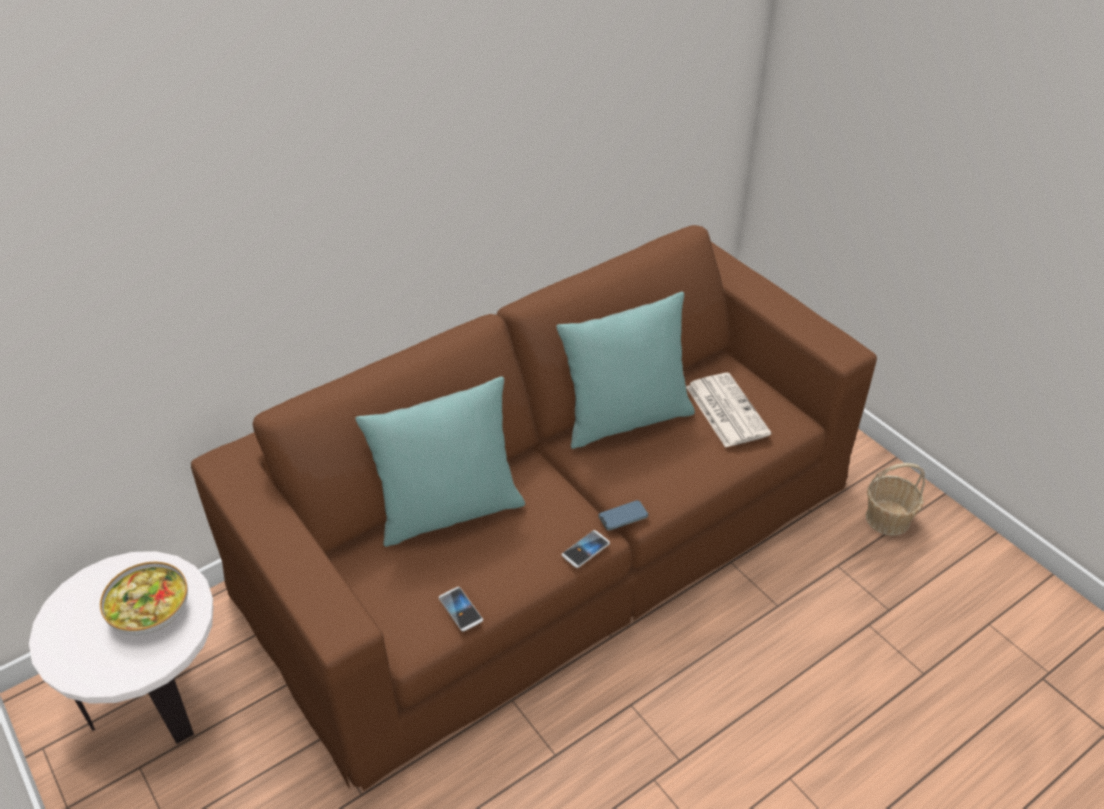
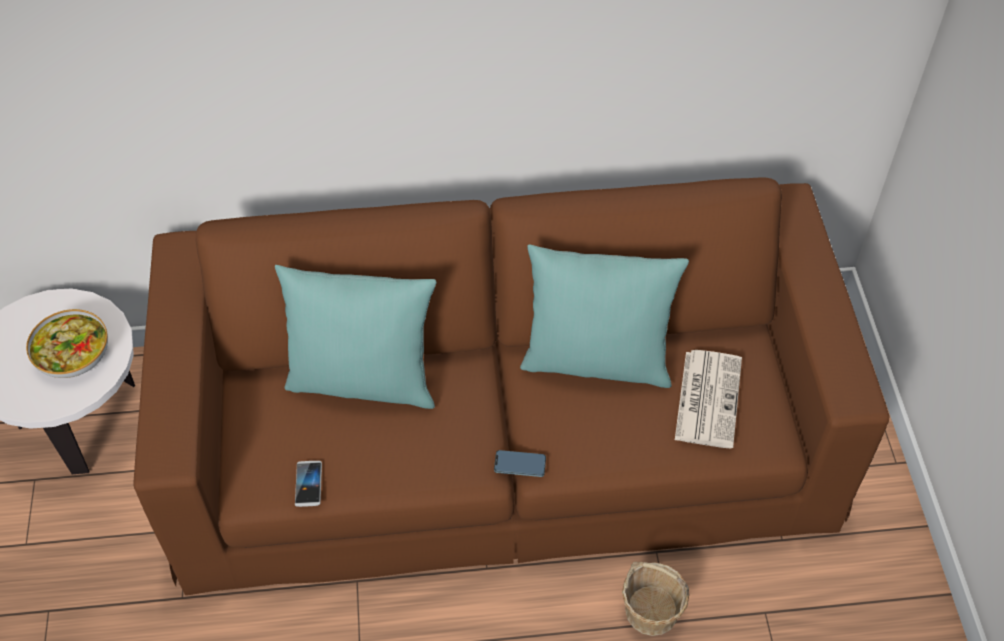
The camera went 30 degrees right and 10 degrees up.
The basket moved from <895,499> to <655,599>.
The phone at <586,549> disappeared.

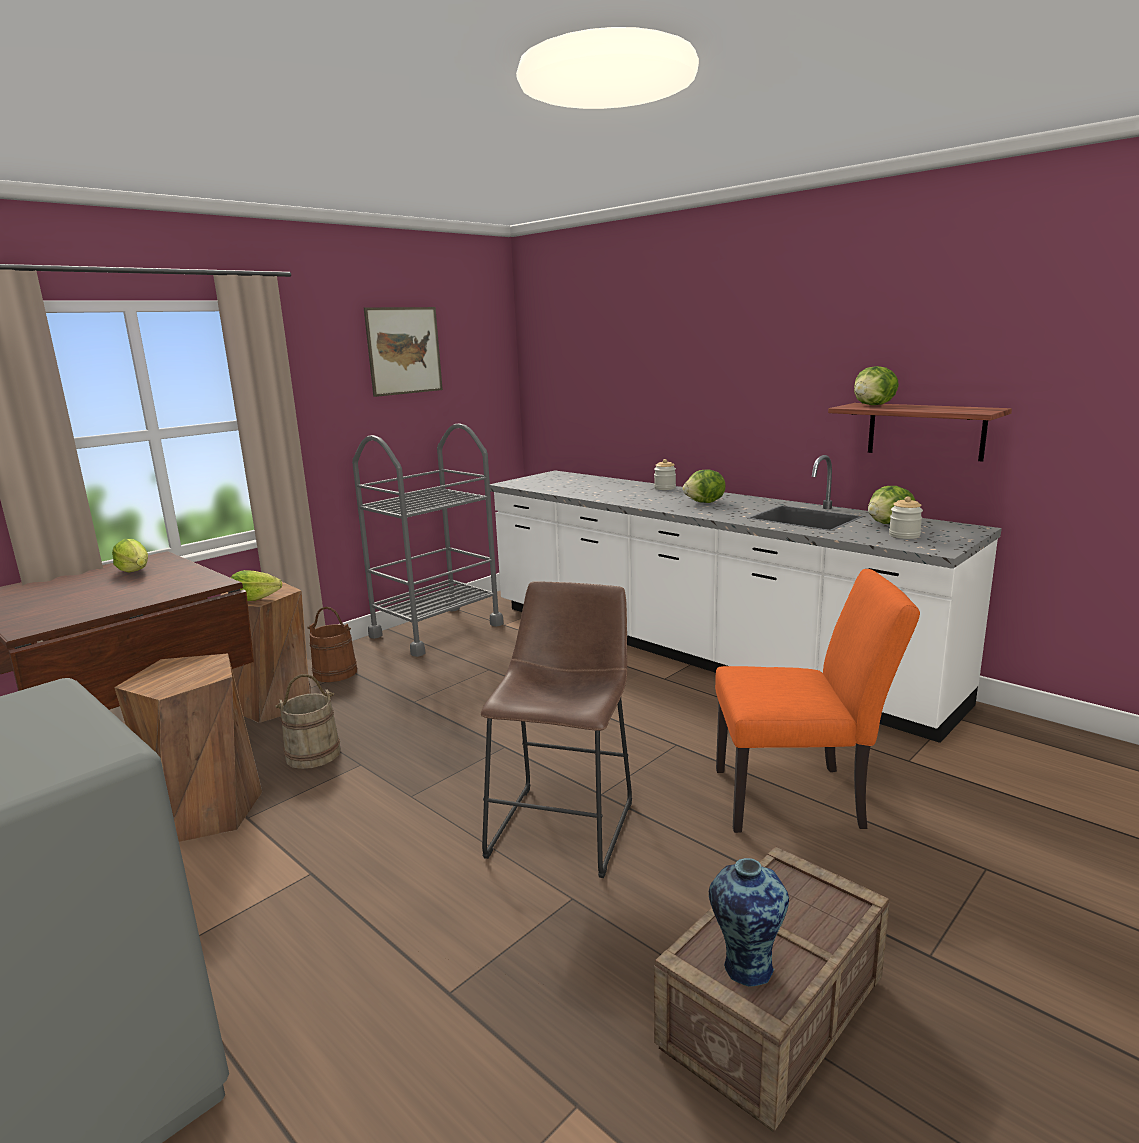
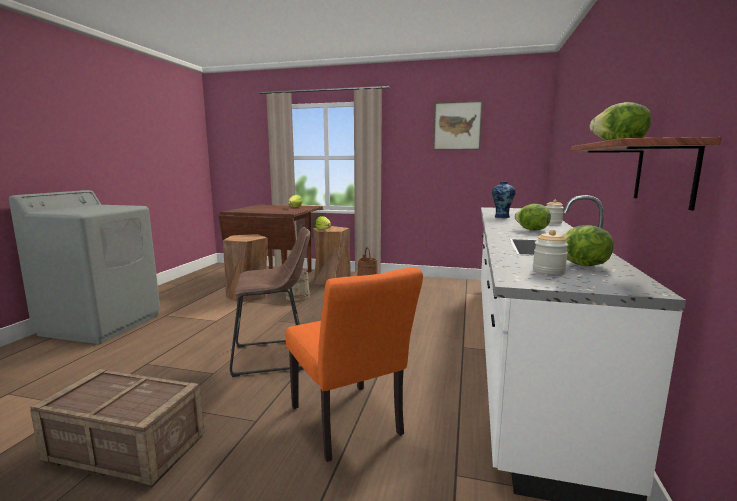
The camera went 60 degrees right and 5 degrees down.
The vase moved from <749,922> to <504,199>.
The grey cart at <428,540> disappeared.

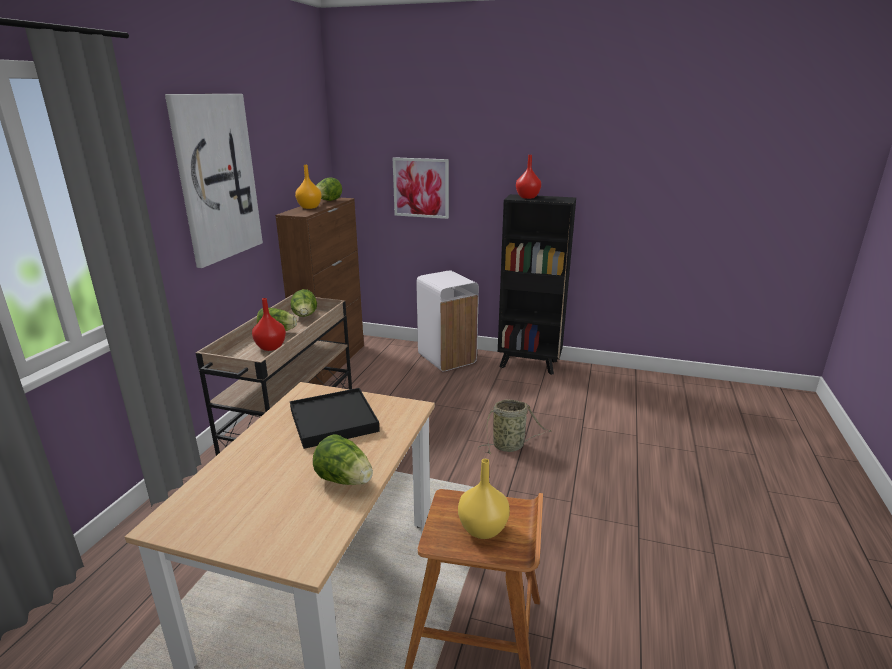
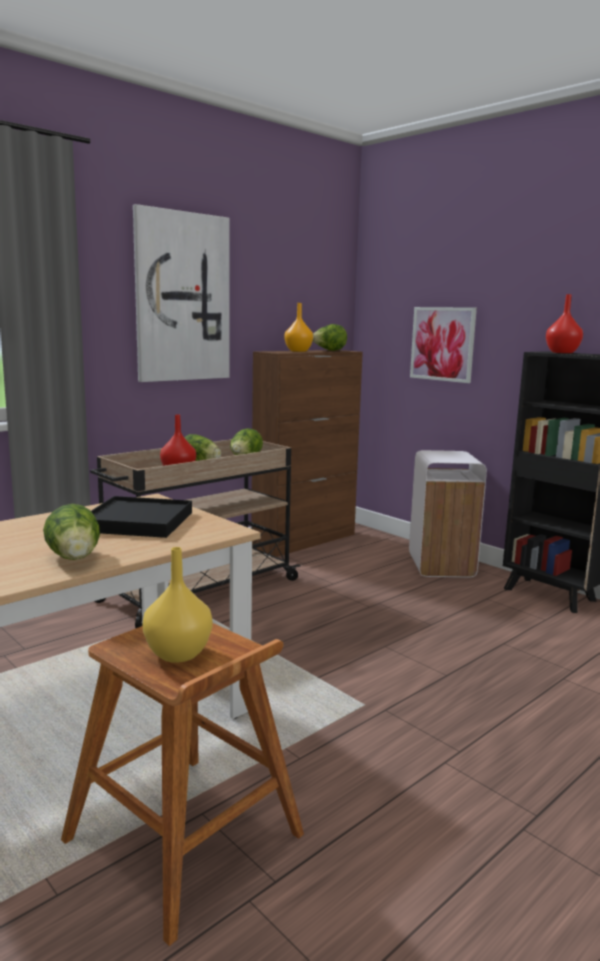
The camera went 30 degrees right and 10 degrees down.
The basket at <514,427> disappeared.

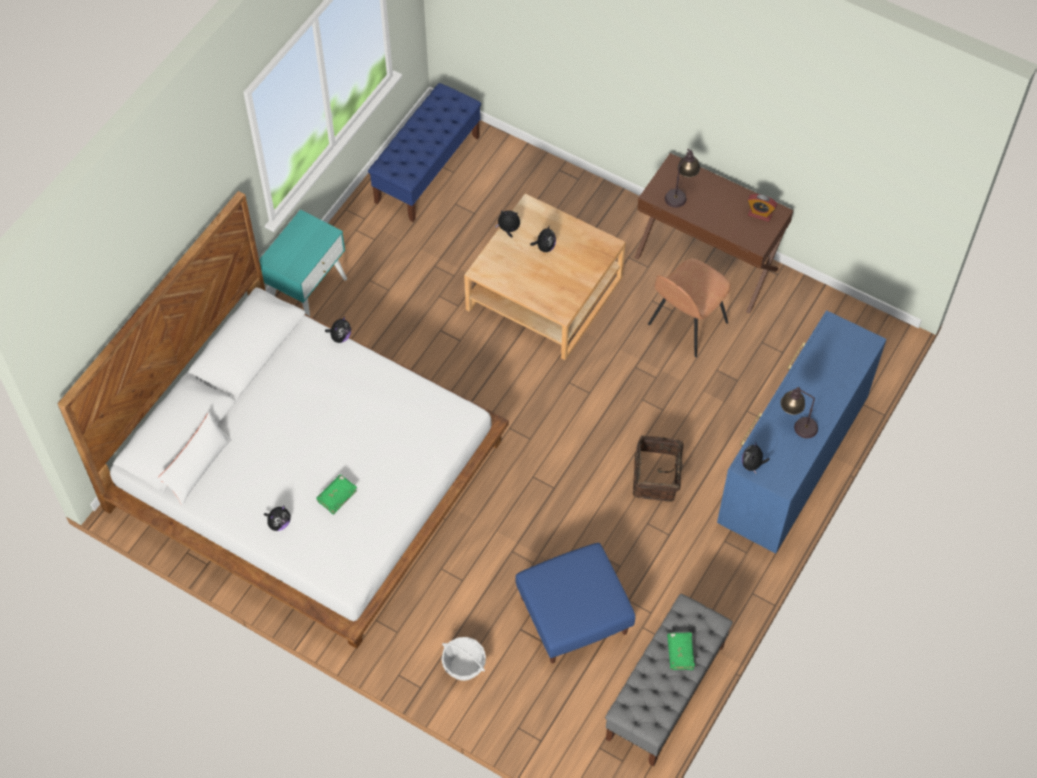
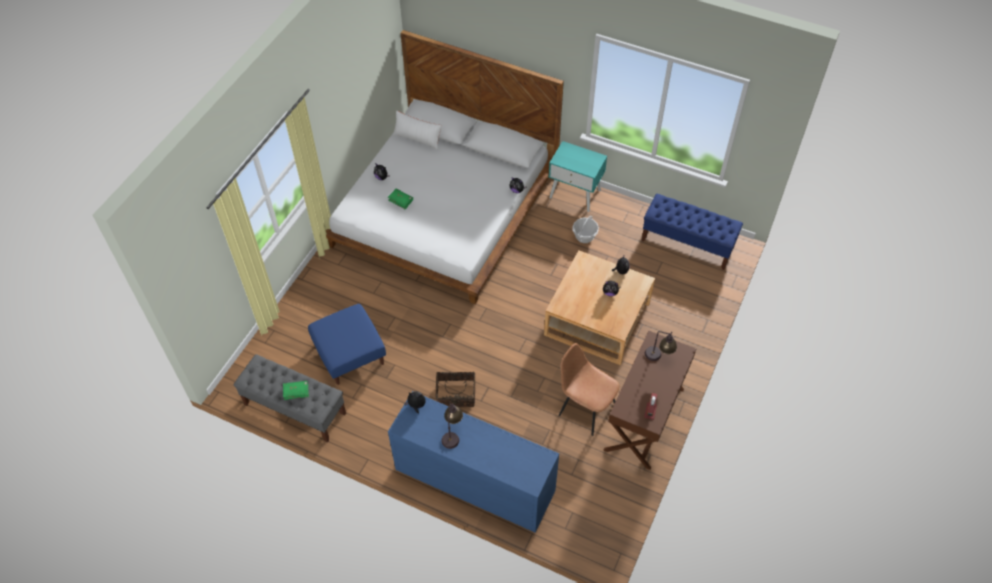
The camera went 85 degrees right and 5 degrees down.
The basket moved from <464,659> to <585,229>.

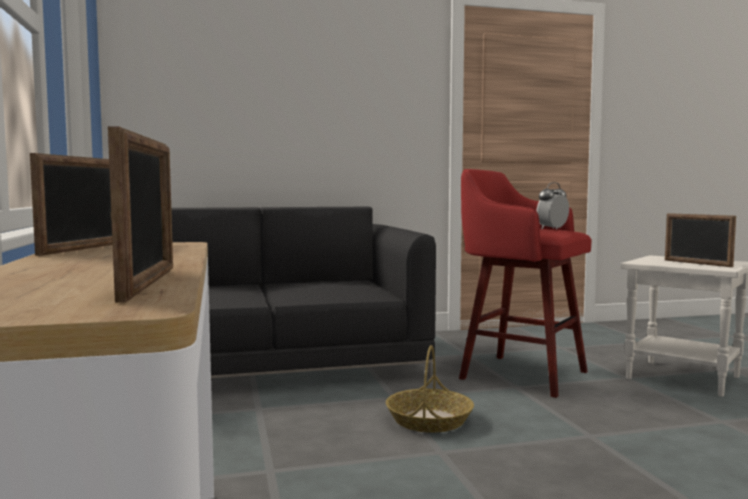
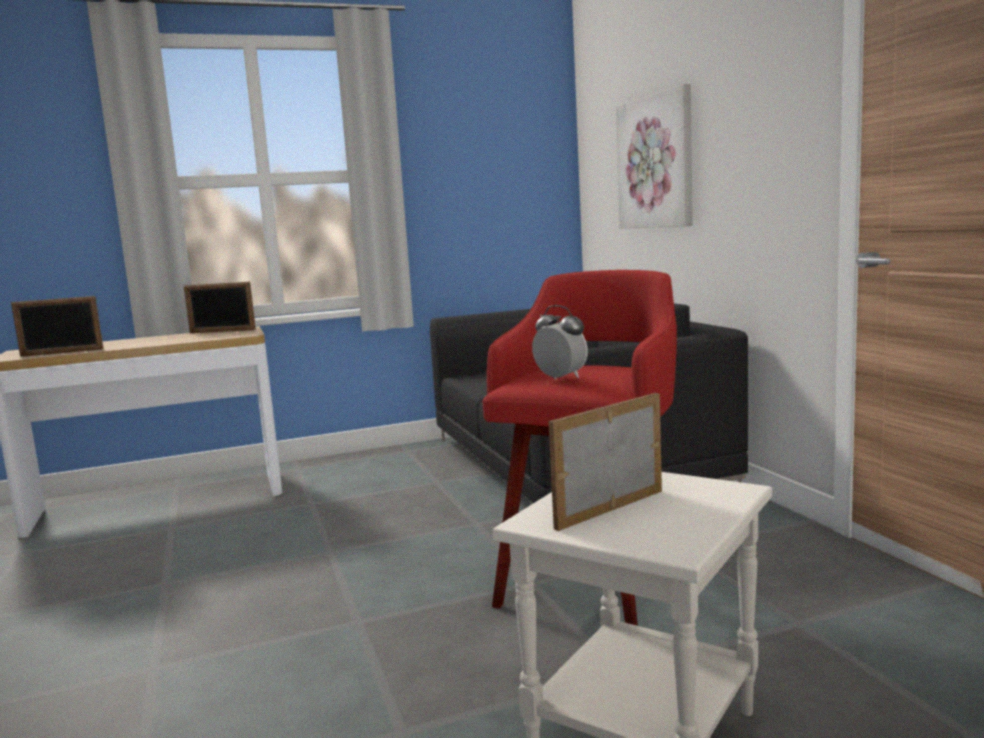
The camera went 85 degrees right and 5 degrees up.
The picture at <654,156> appeared.
The basket at <430,389> disappeared.

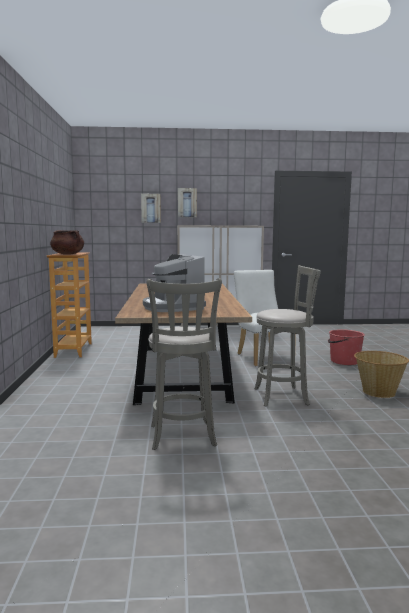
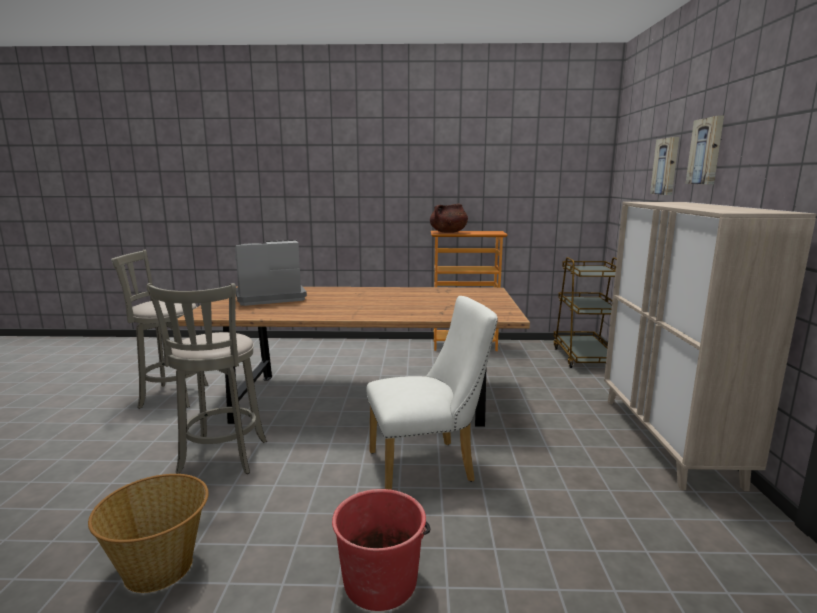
The camera went 95 degrees right and 5 degrees up.
The brown cart at <585,312> appeared.

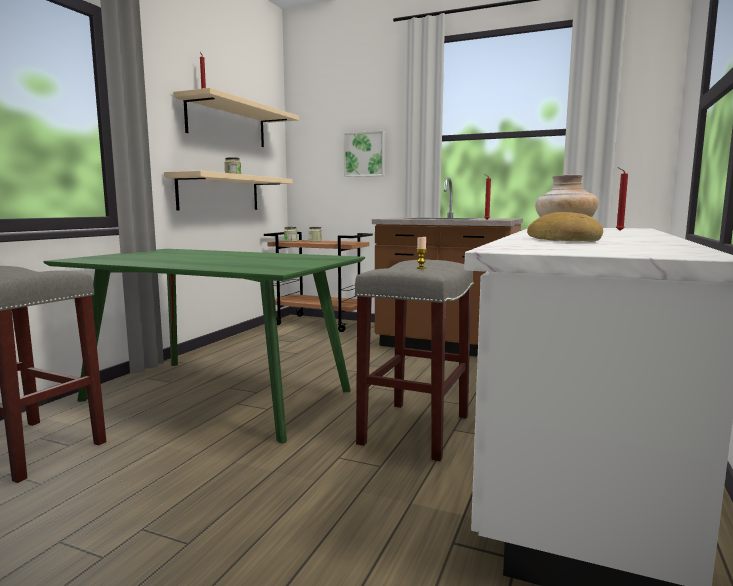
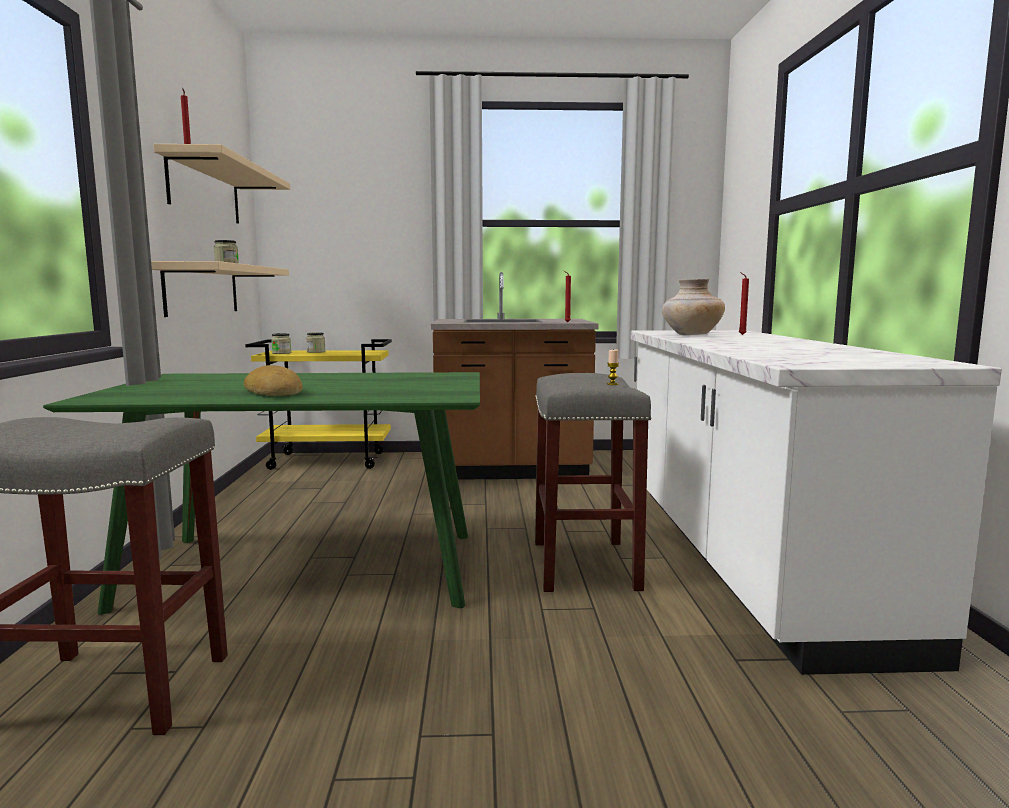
The camera went 25 degrees left and 0 degrees up.
The bread moved from <565,227> to <273,380>.
The brown cart at <318,282> became the yellow cart at <318,404>.
The picture at <364,154> disappeared.

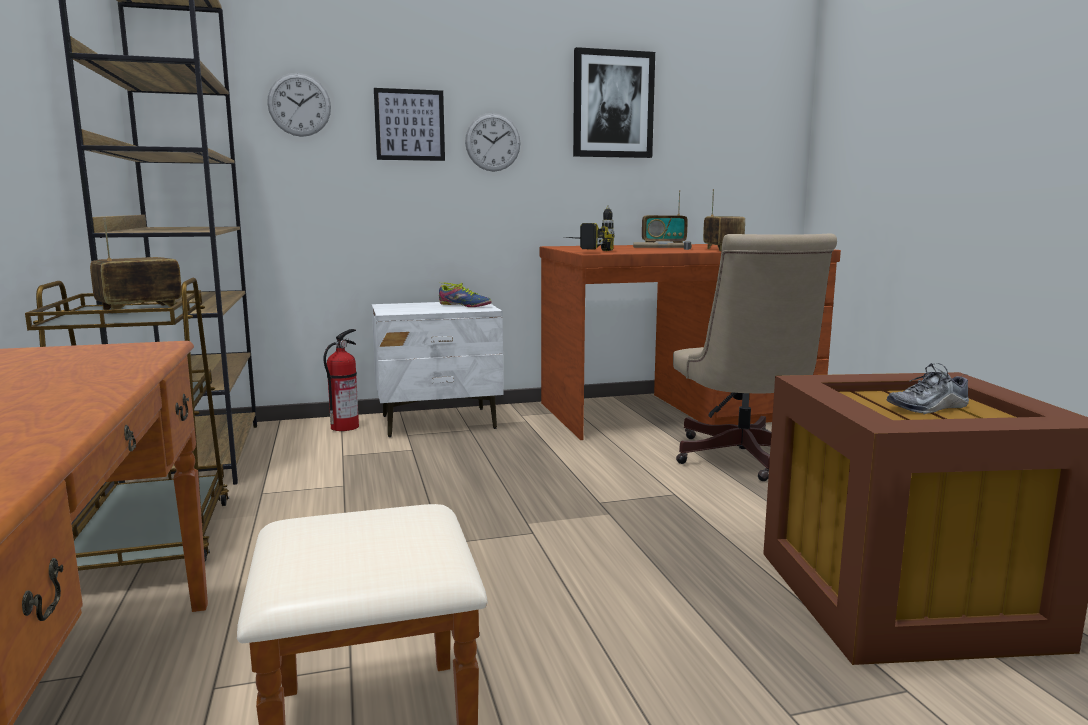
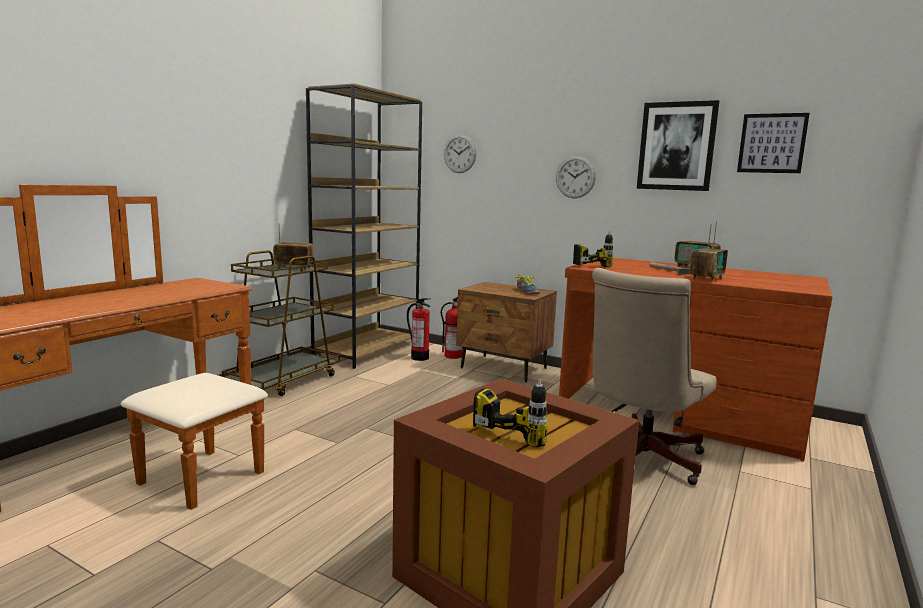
The camera went 45 degrees right and 0 degrees up.
The fire extinguisher at <418,329> appeared.
The white nightstand at <438,369> became the brown nightstand at <506,332>.
The shoe at <928,388> was replaced by the power drill at <510,413>.
The picture moved from <409,124> to <773,143>.

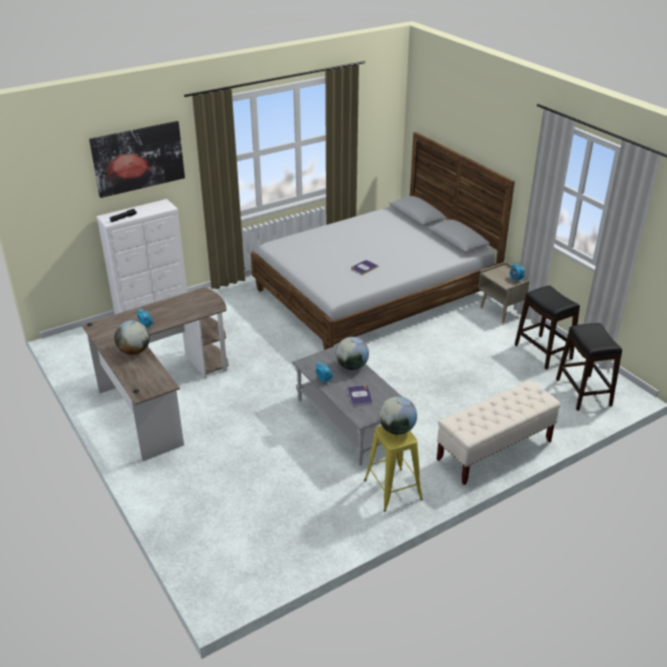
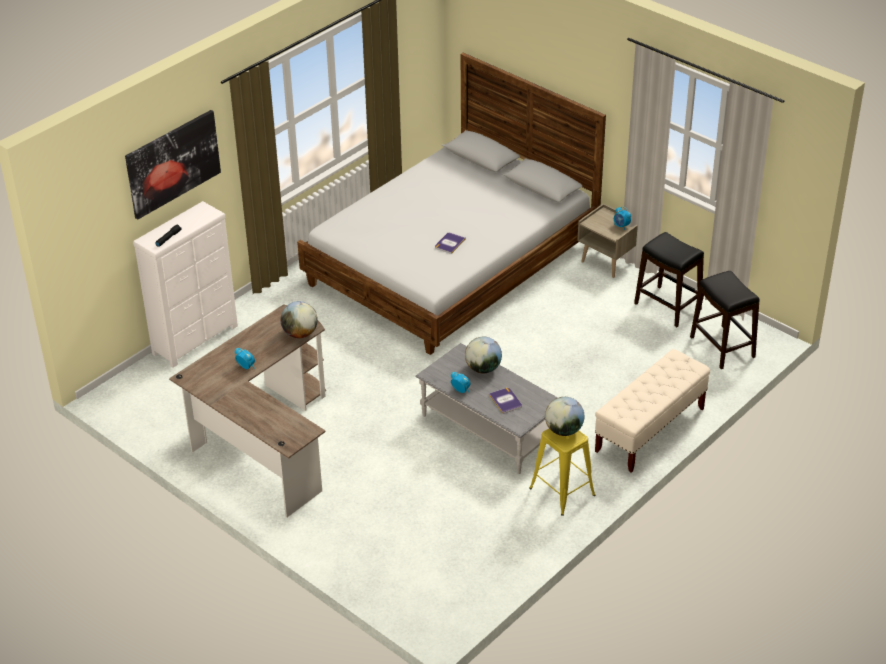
The camera went 15 degrees left and 5 degrees up.
The globe moved from <132,337> to <299,319>.

